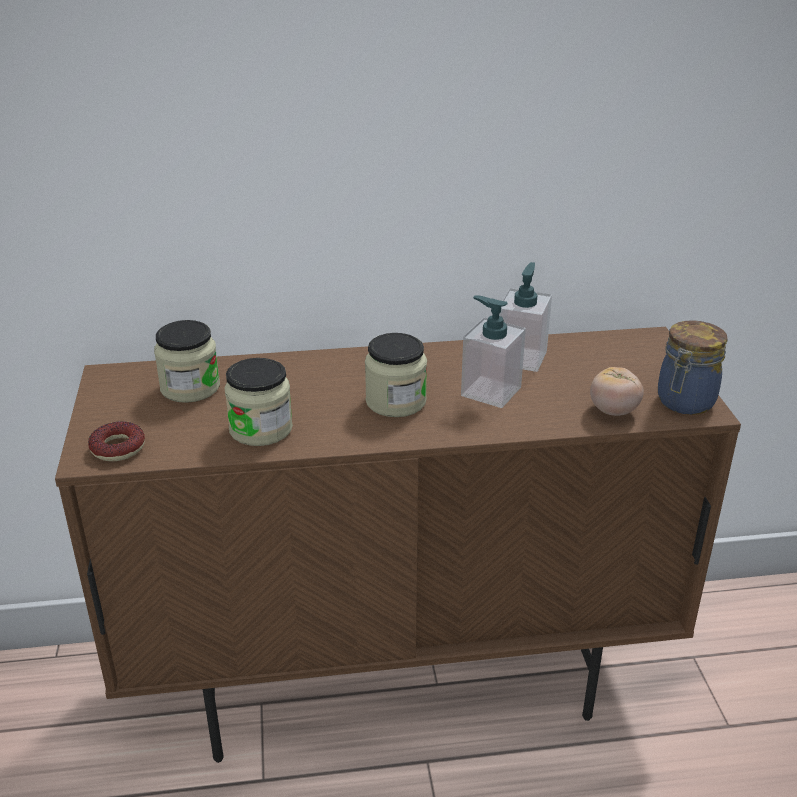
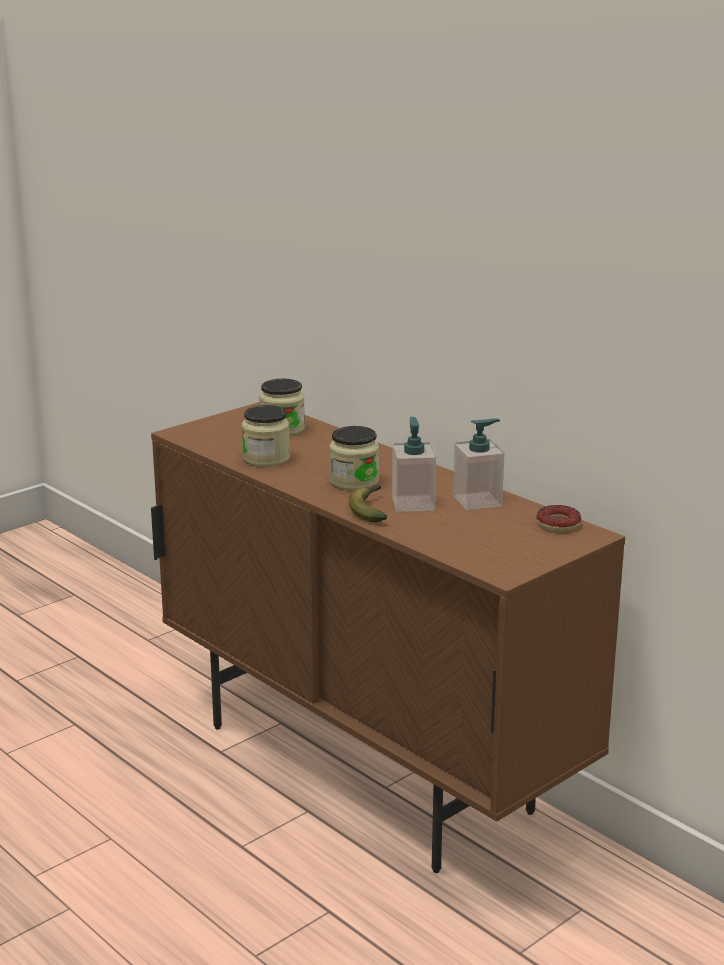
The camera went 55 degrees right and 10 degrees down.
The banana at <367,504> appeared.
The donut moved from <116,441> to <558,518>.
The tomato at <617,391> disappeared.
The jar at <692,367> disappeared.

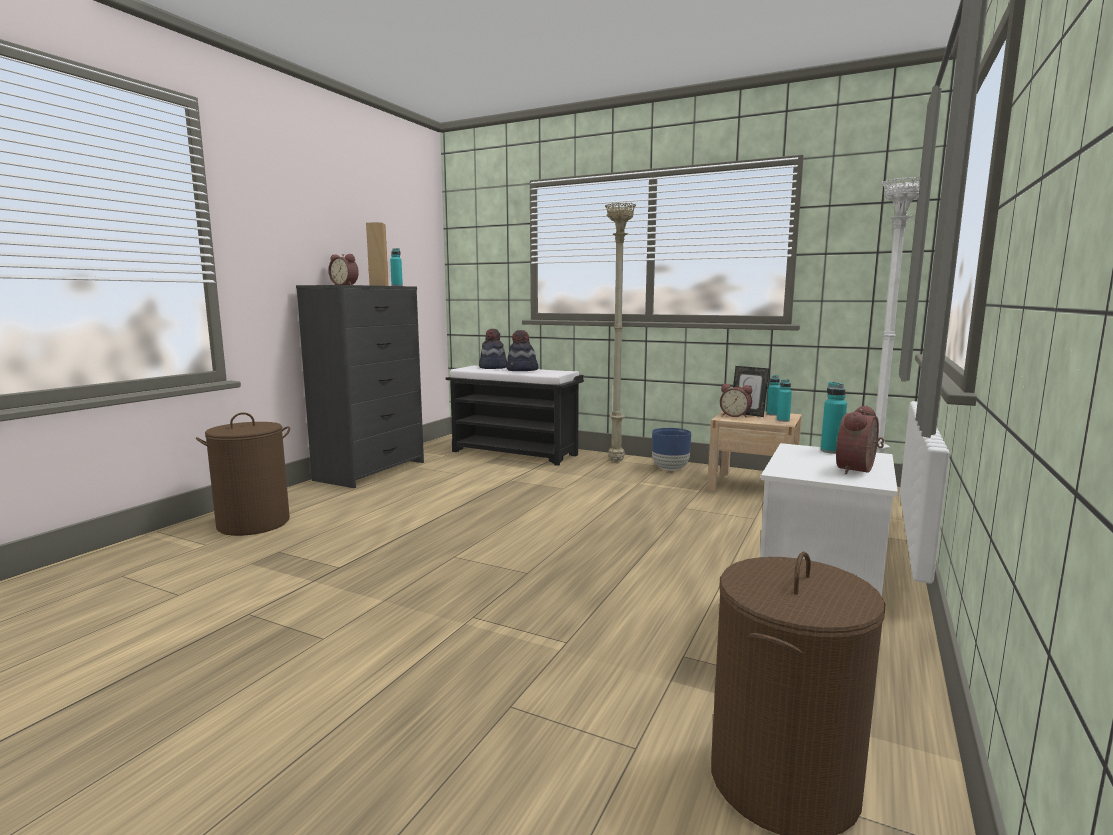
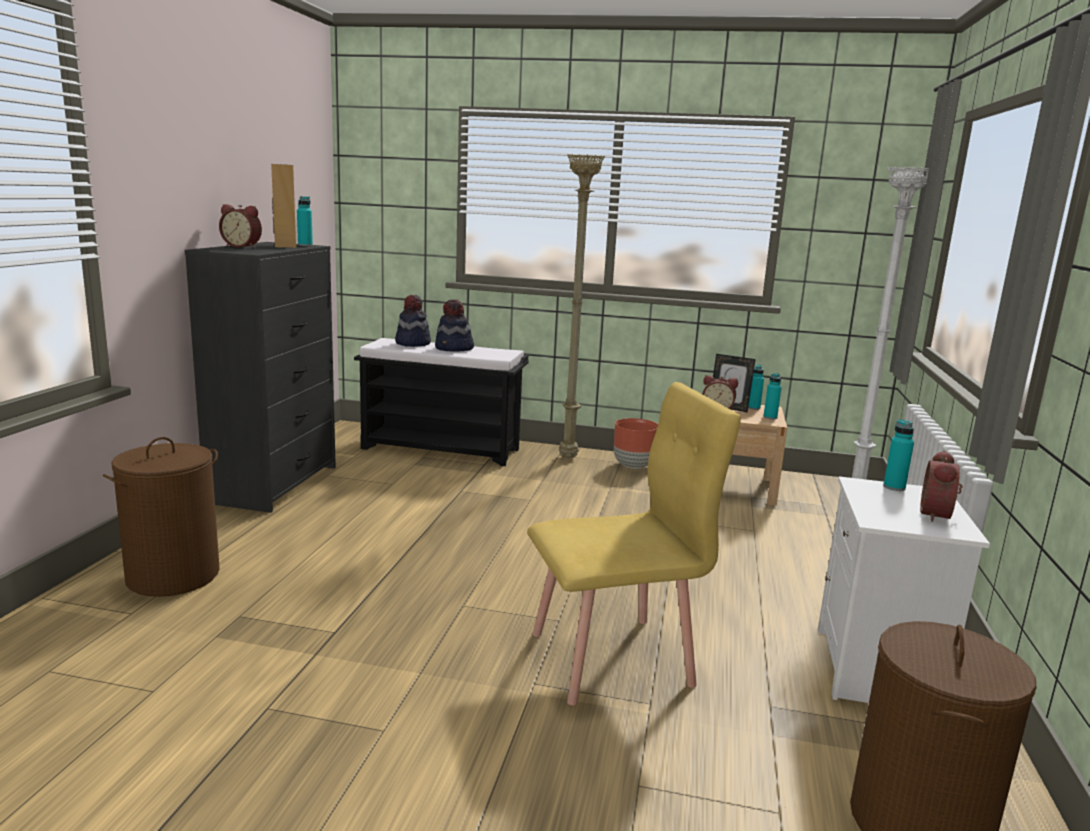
The camera went 15 degrees left and 5 degrees up.
The yellow chair at <634,544> appeared.
The blue planter at <671,449> became the brown planter at <636,443>.

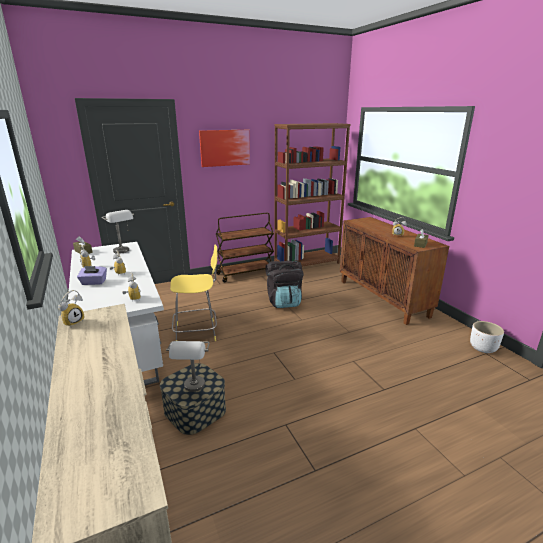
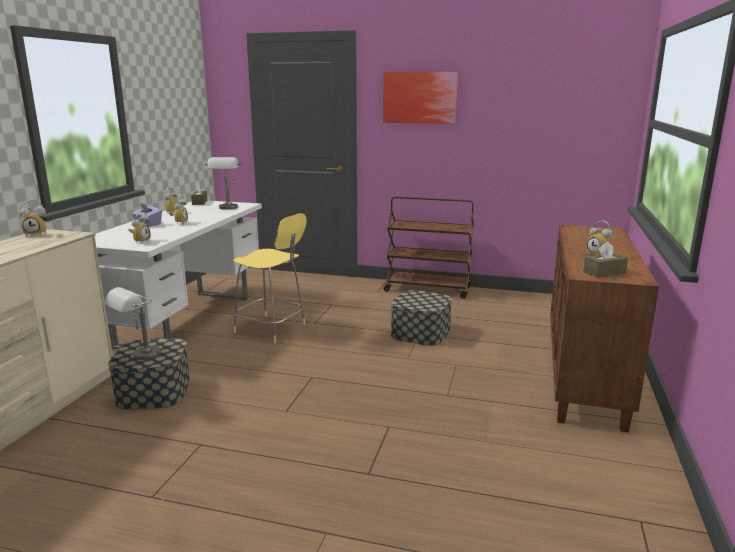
The camera went 40 degrees right and 5 degrees down.
The black backpack at <284,284> was replaced by the storage box at <421,318>.
The brown bookcase at <312,195> disappeared.
The white planter at <487,337> disappeared.

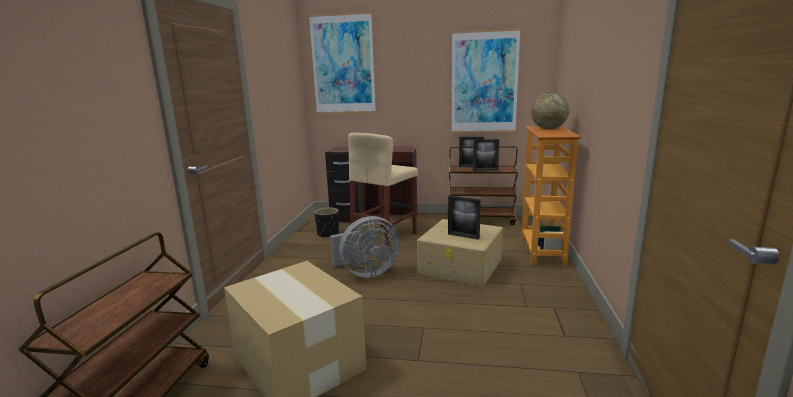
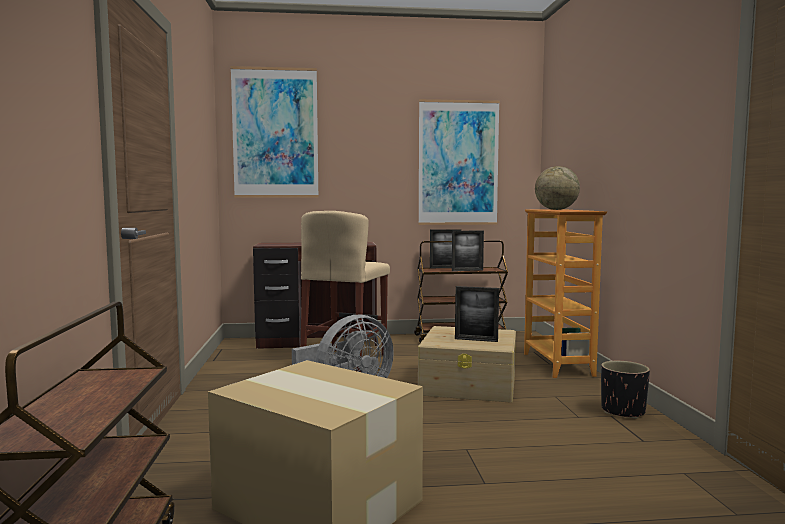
The camera went 15 degrees left and 10 degrees down.
The black planter moved from <326,223> to <625,390>.

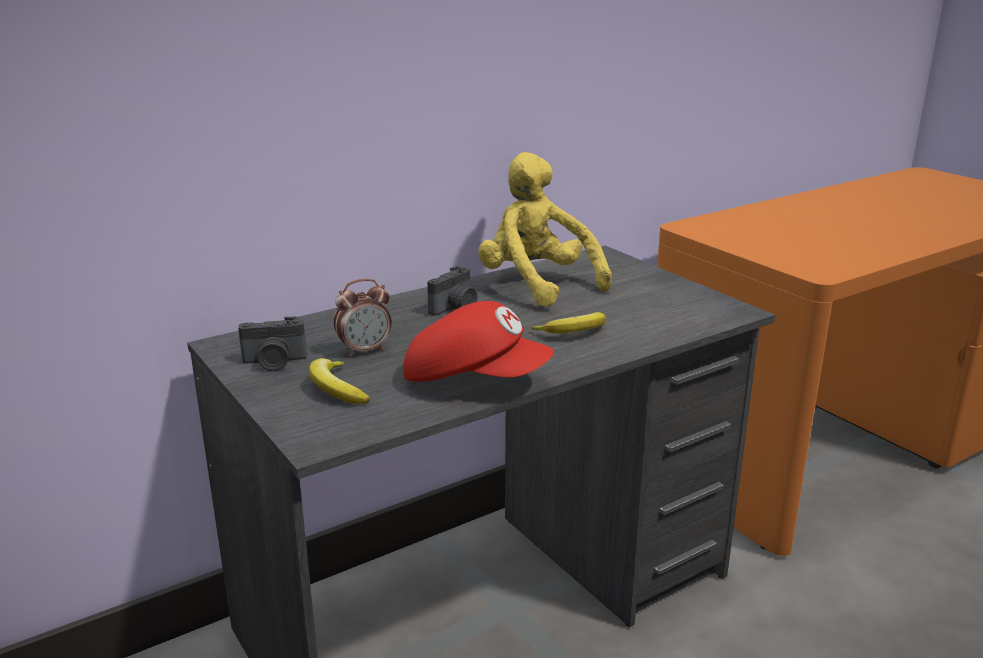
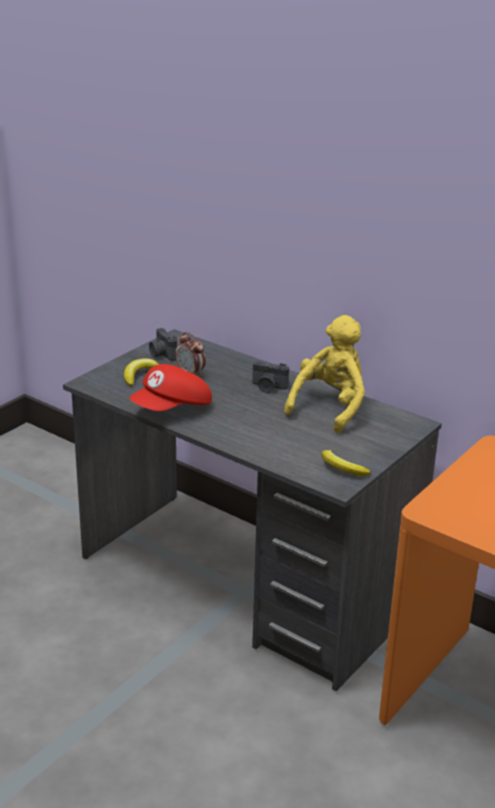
The camera went 70 degrees right and 5 degrees up.
The red cap at <478,341> turned 45 degrees clockwise.
The banana moved from <568,323> to <346,463>.

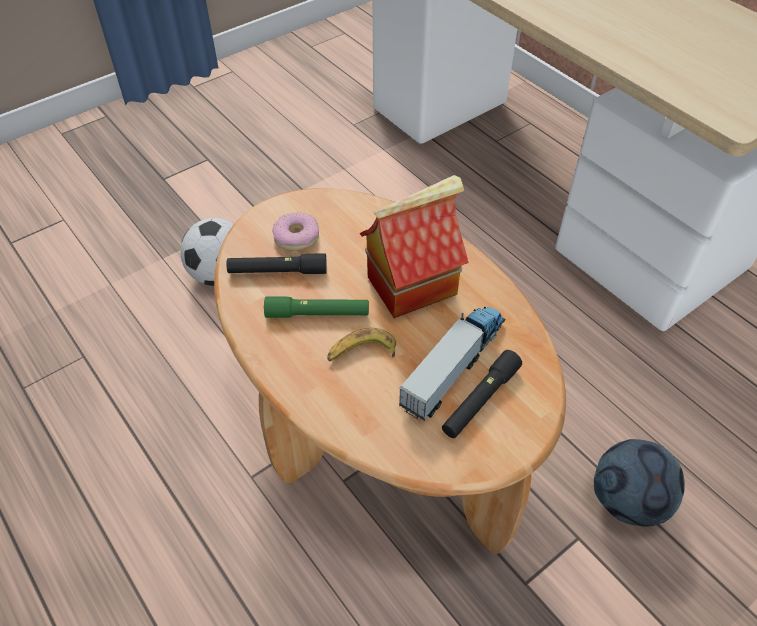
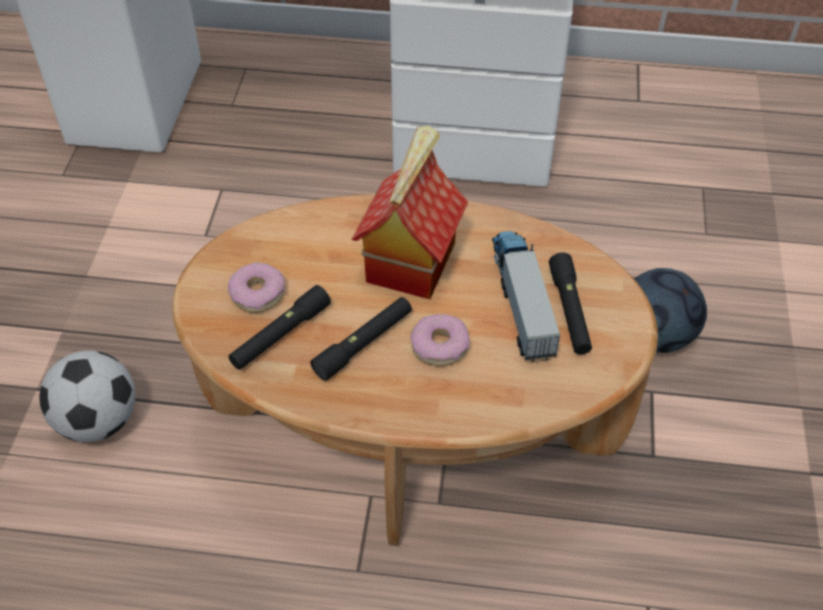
The camera went 45 degrees left and 0 degrees up.
The green flashlight at <316,307> became the black flashlight at <361,339>.
The banana at <361,344> was replaced by the donut at <440,340>.

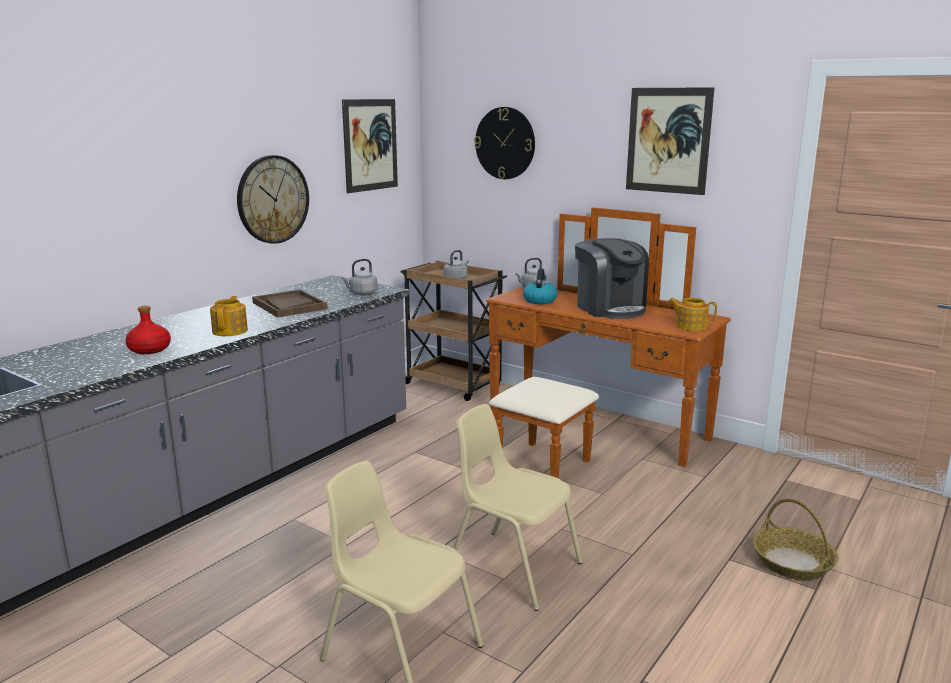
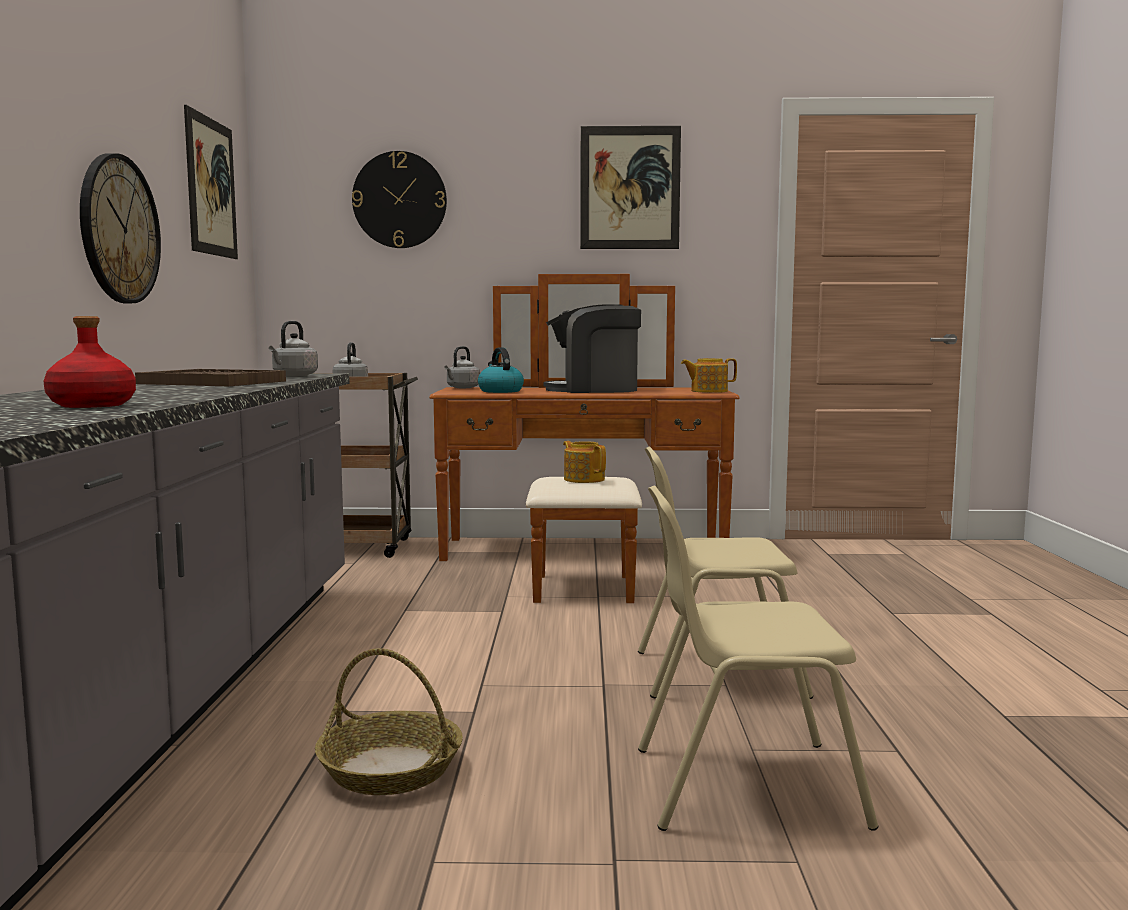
The camera went 35 degrees left and 10 degrees down.
The basket moved from <795,539> to <389,721>.
The coffee machine at <612,278> turned 150 degrees clockwise.
The teapot moved from <229,316> to <584,462>.

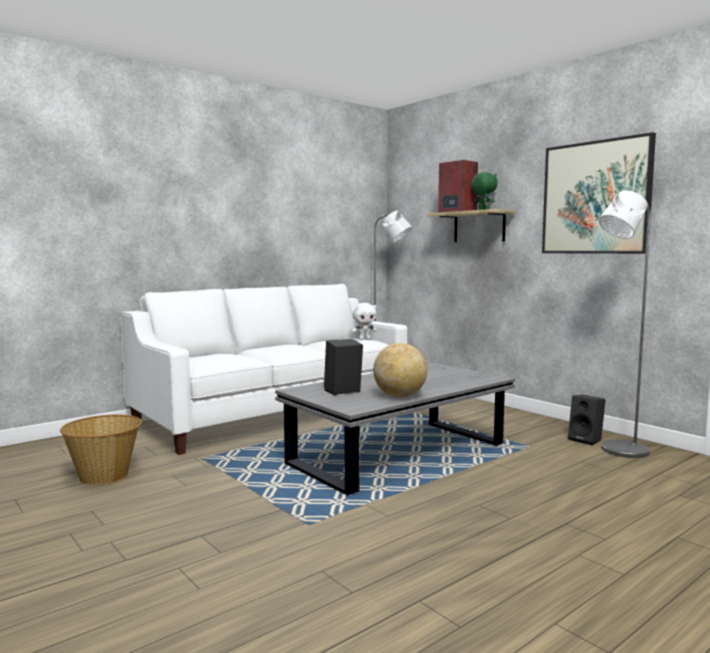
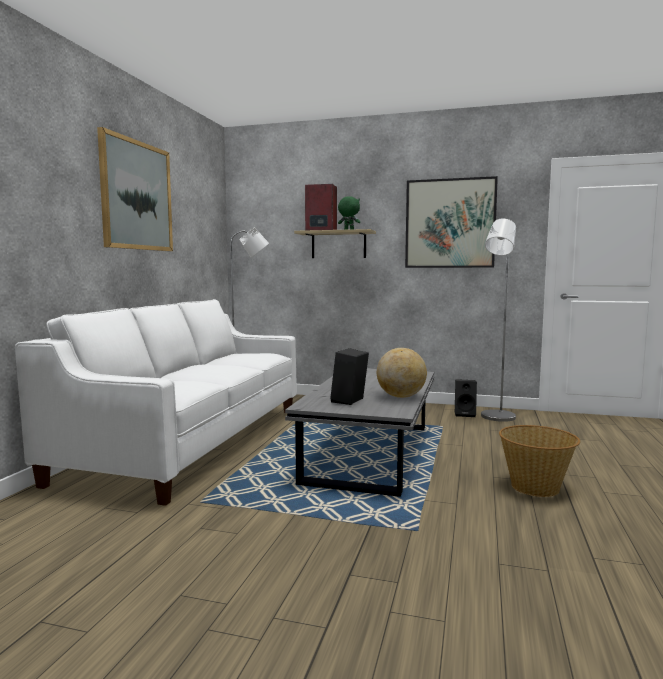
The camera went 35 degrees left and 0 degrees up.
The picture at <135,189> appeared.
The basket moved from <101,450> to <539,461>.
The white plush toy at <364,321> disappeared.

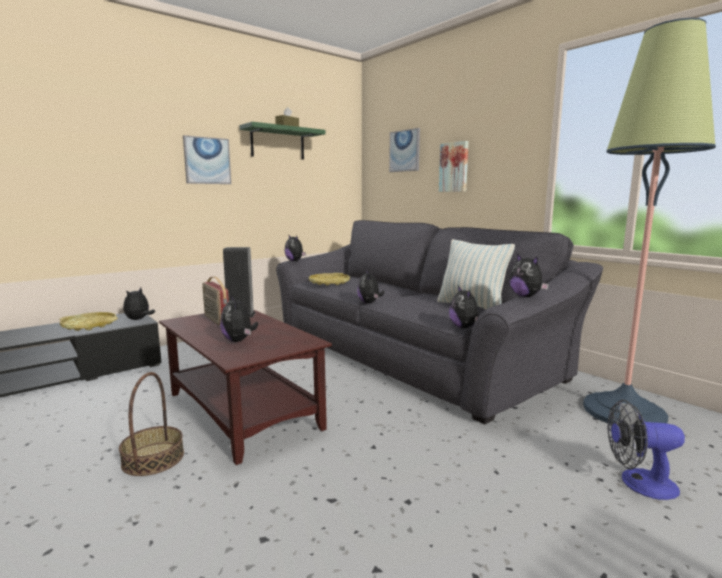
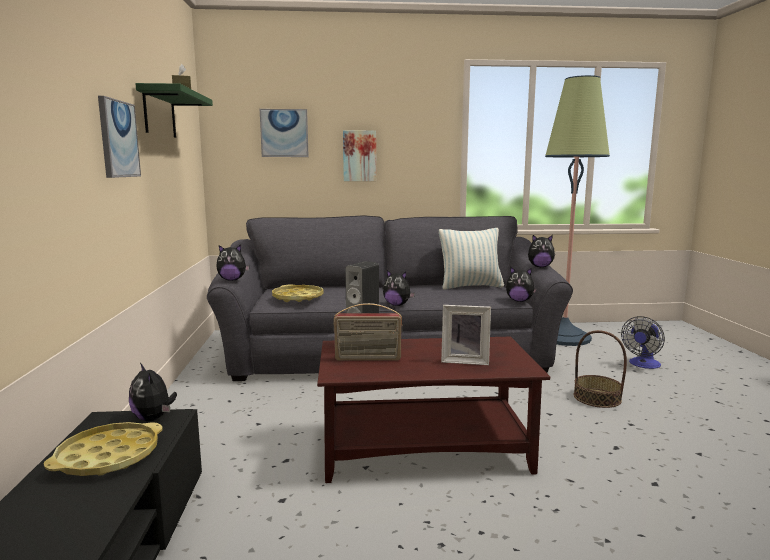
The camera went 55 degrees left and 0 degrees up.
The plush toy at <239,319> was replaced by the picture frame at <466,335>.
The basket moved from <151,424> to <600,369>.

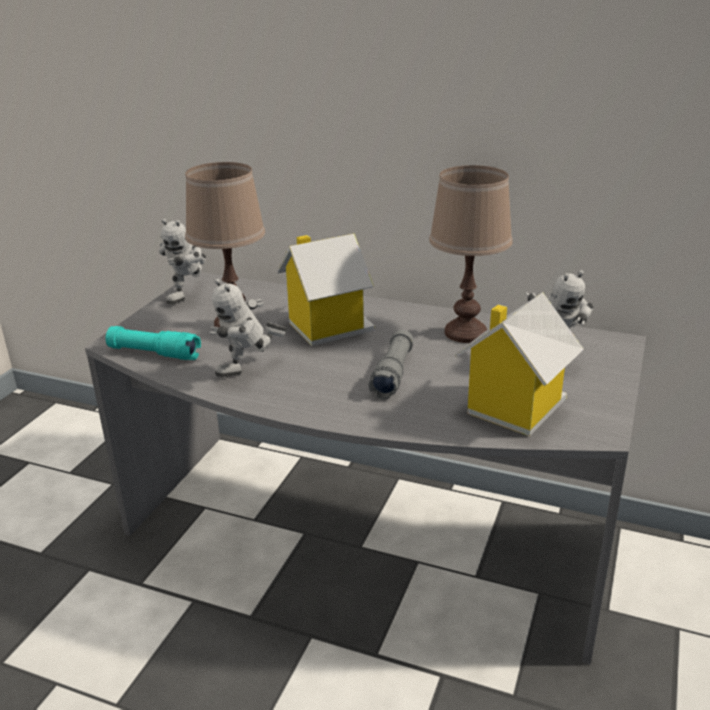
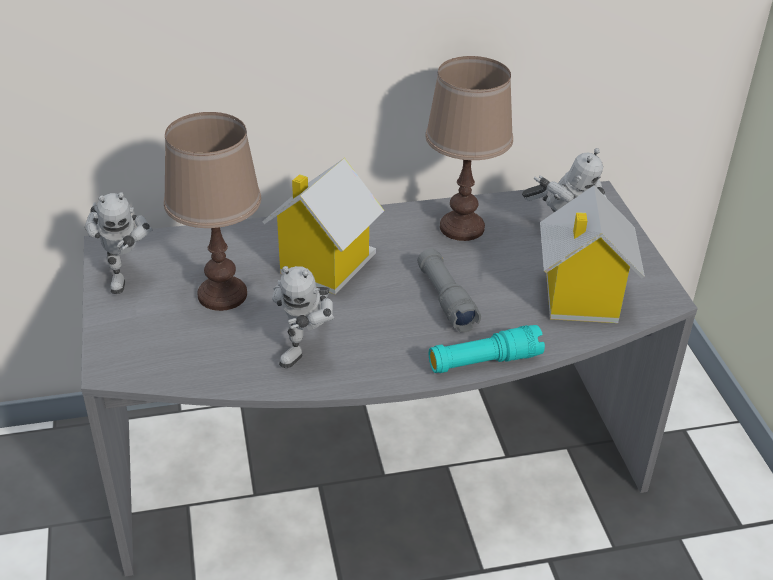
The camera went 35 degrees left and 10 degrees up.
The turquoise flashlight moved from <153,343> to <487,349>.

